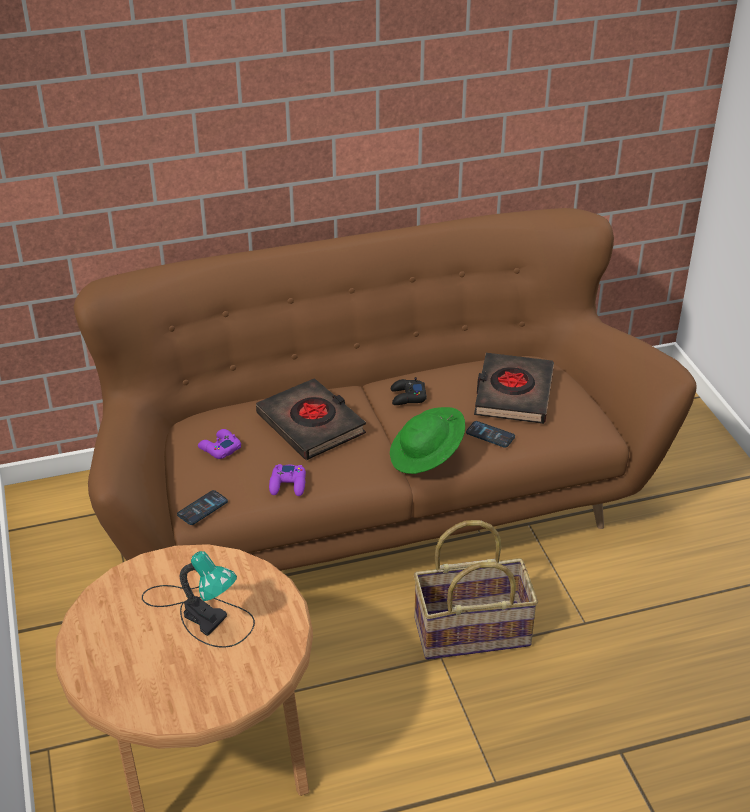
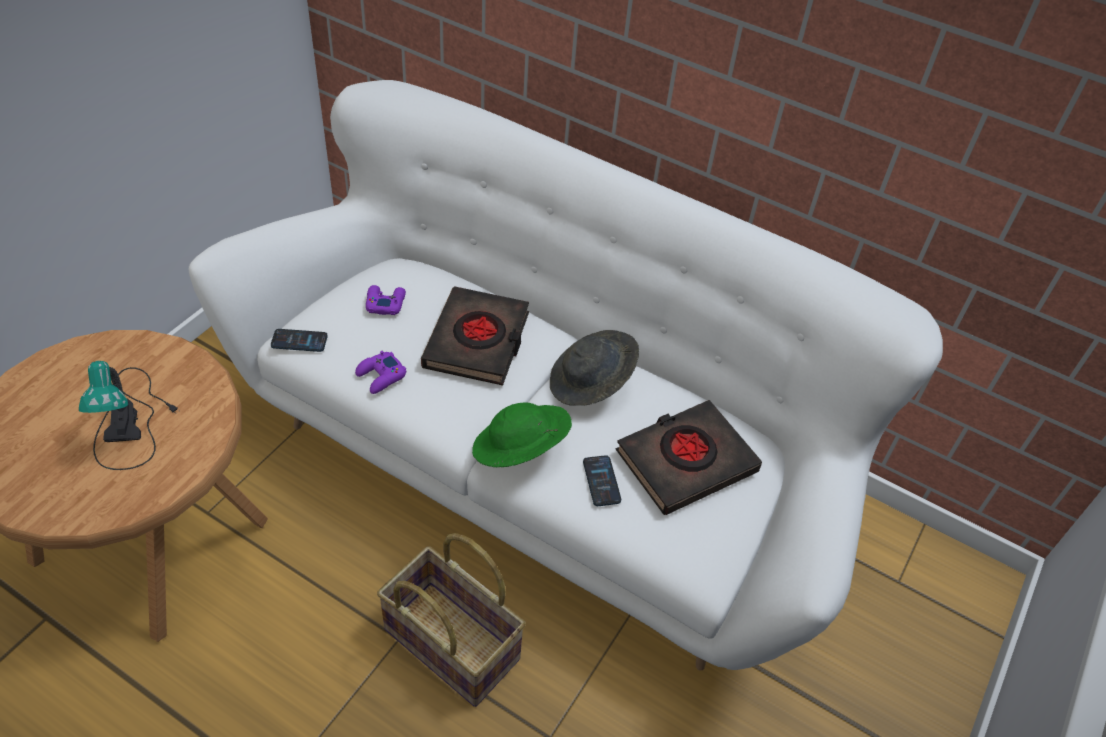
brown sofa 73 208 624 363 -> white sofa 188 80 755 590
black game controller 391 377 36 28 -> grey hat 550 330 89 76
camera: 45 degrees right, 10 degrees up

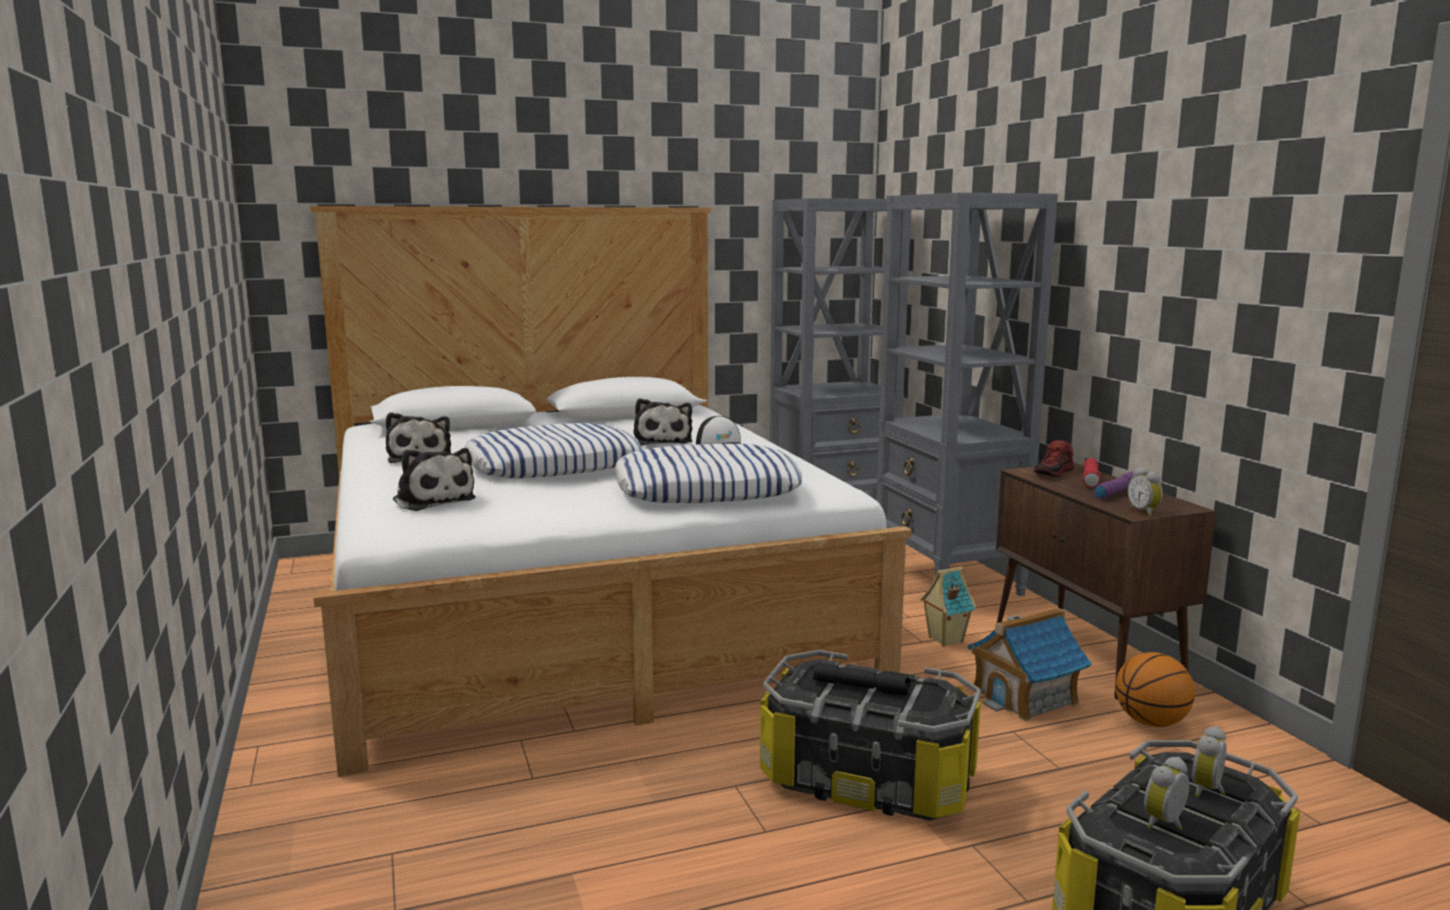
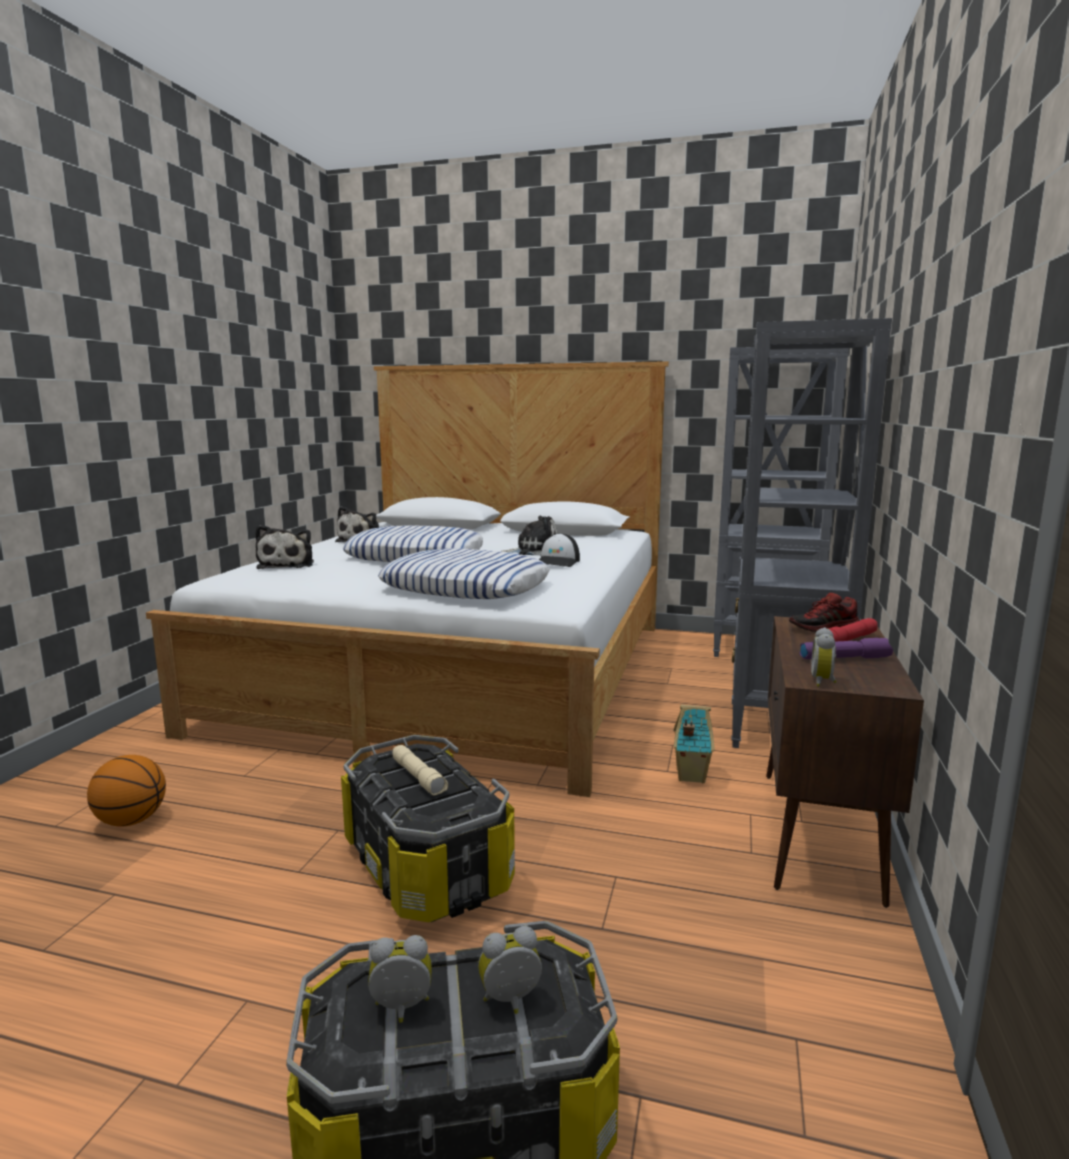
plush toy 634 398 58 48 -> plush toy 501 516 56 40, 120 degrees counterclockwise
black flashlight 813 663 98 33 -> beige flashlight 393 745 55 50
toy house 967 608 125 113 -> none
basketball 1116 652 79 75 -> basketball 87 755 79 71, shifted
camera: 35 degrees right, 0 degrees up

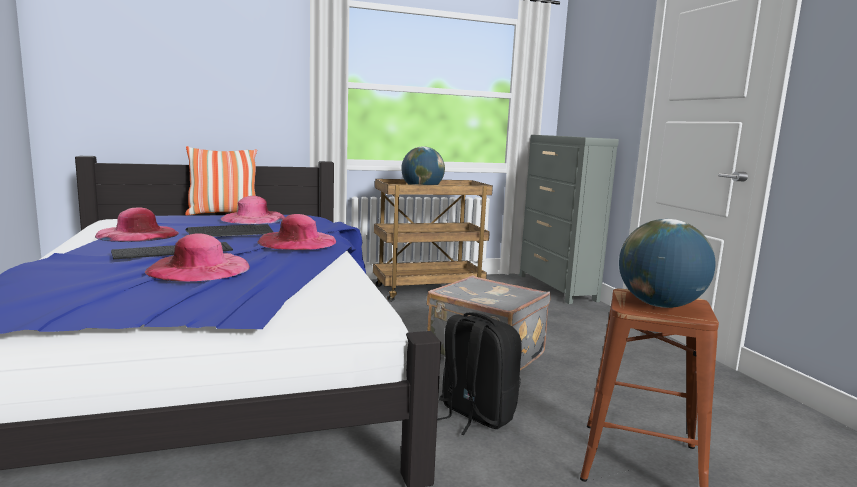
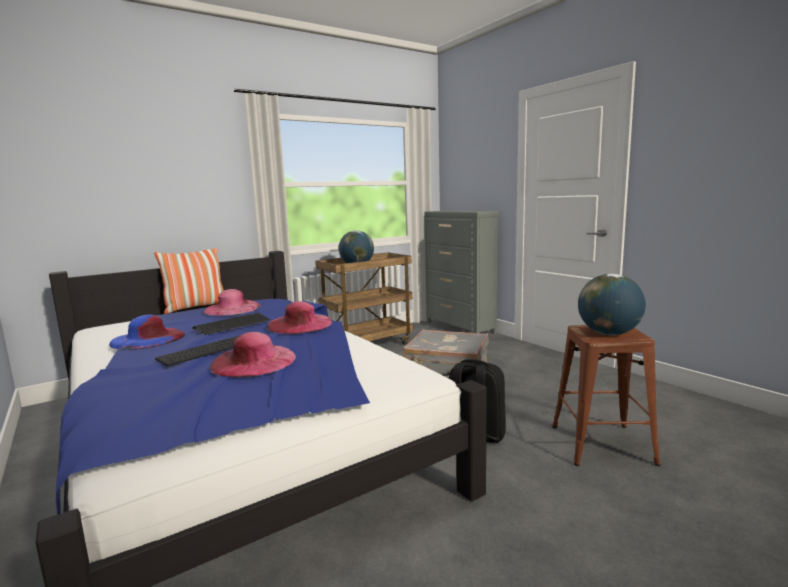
pink hat 95 207 84 35 -> blue hat 109 315 76 35
camera: 15 degrees left, 0 degrees up

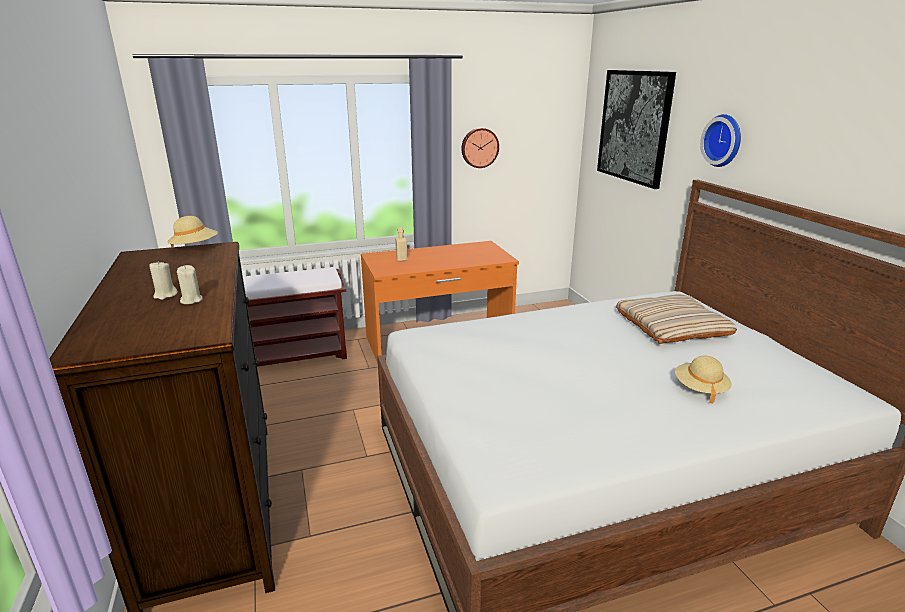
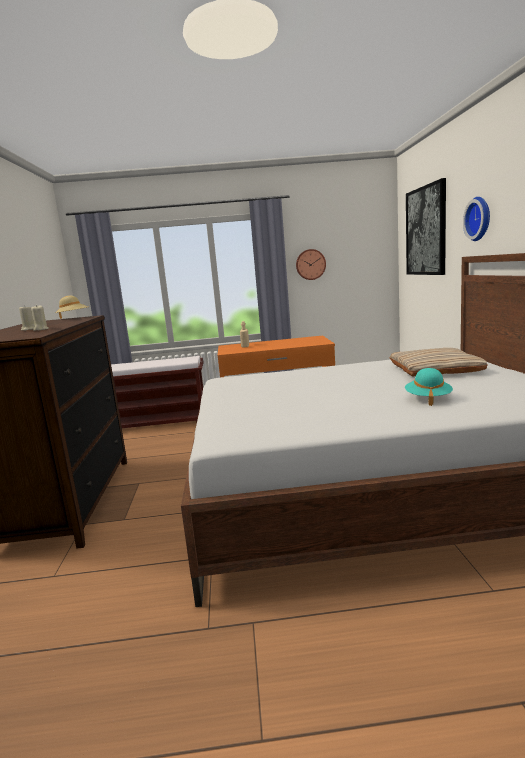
beige hat 675 356 57 48 -> turquoise hat 405 368 48 38
camera: 15 degrees right, 10 degrees down

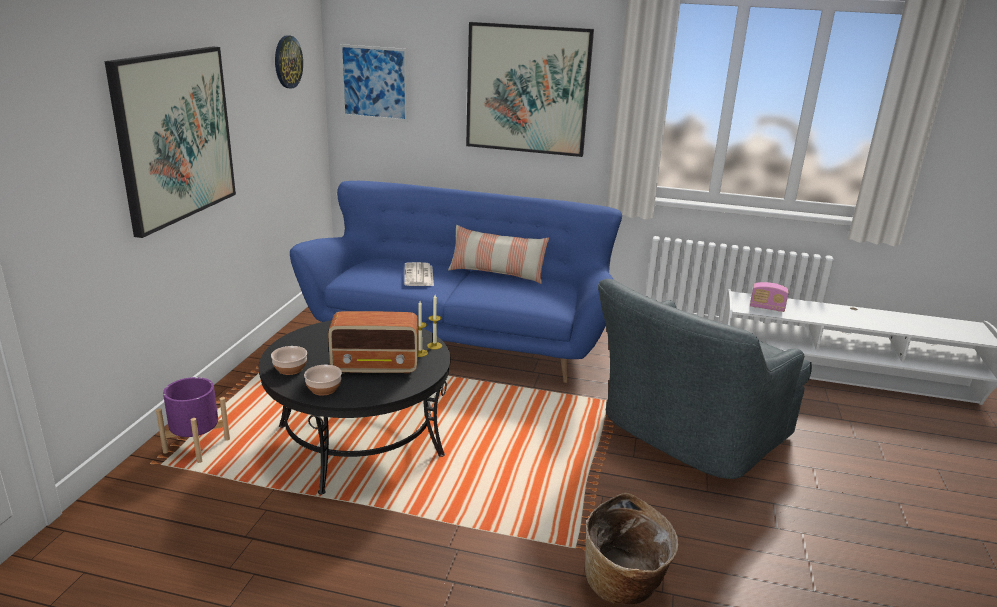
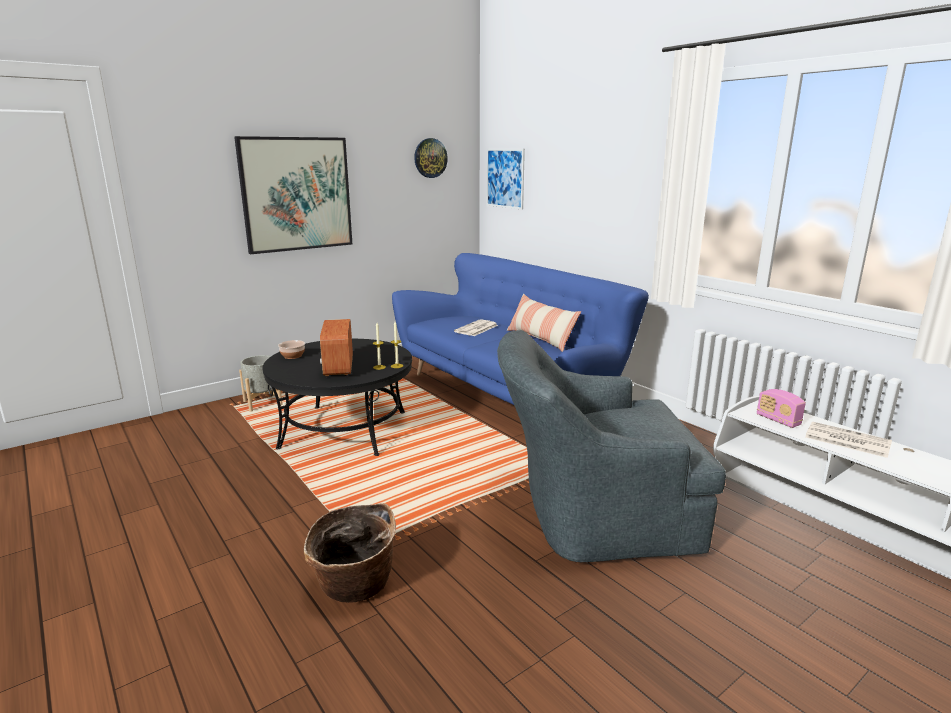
purple planter 156 377 74 86 -> grey planter 239 355 44 57
bowl 304 365 38 31 -> none
radio 328 311 91 63 -> radio 320 319 33 58, 45 degrees clockwise
picture 466 22 128 135 -> none
none -> newspaper 805 422 87 36
camera: 40 degrees right, 5 degrees down

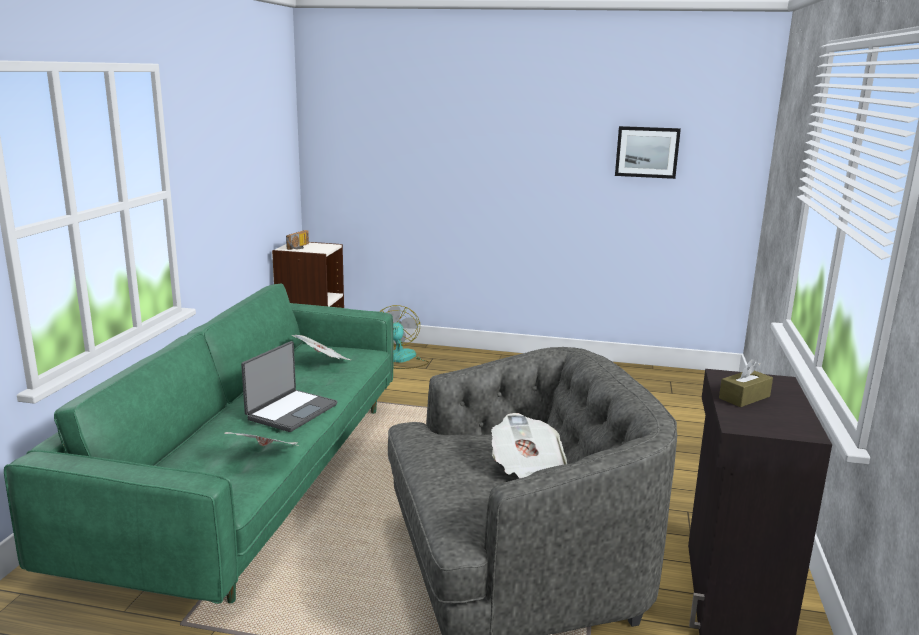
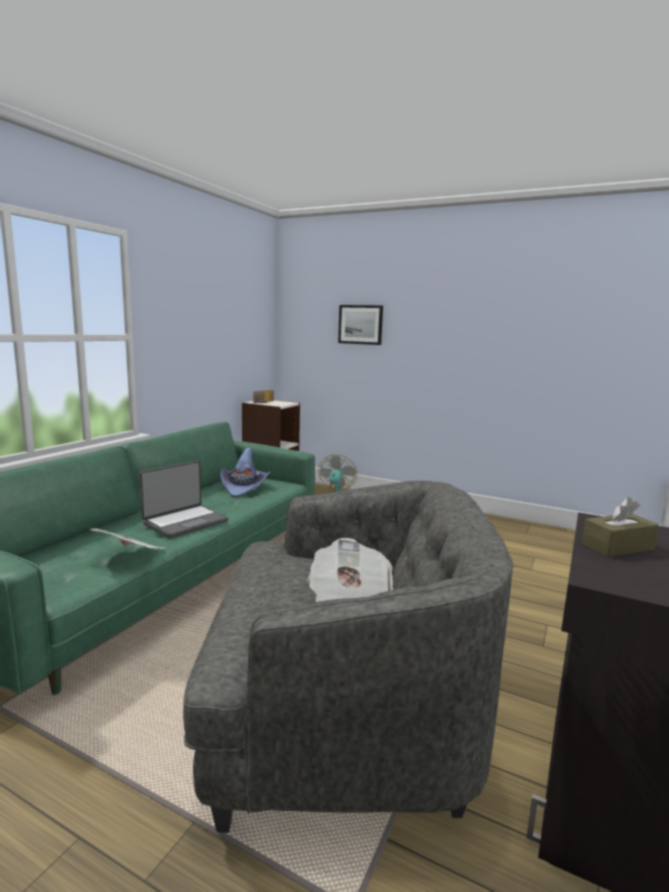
newspaper 292 335 58 25 -> purple hat 220 448 51 50
picture 615 126 66 53 -> picture 338 305 45 40, shifted
camera: 15 degrees right, 5 degrees down

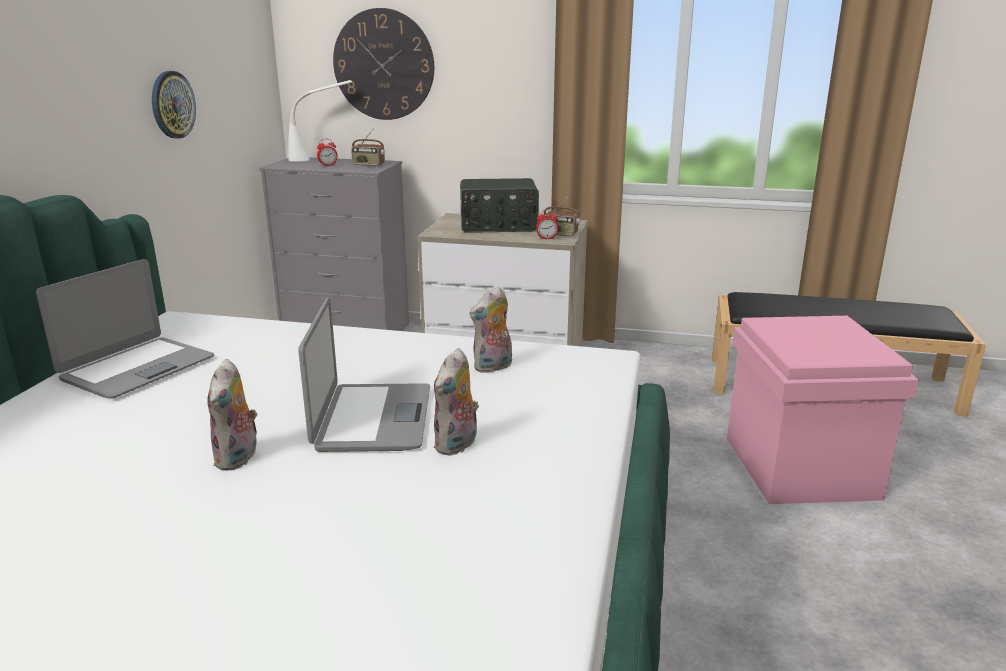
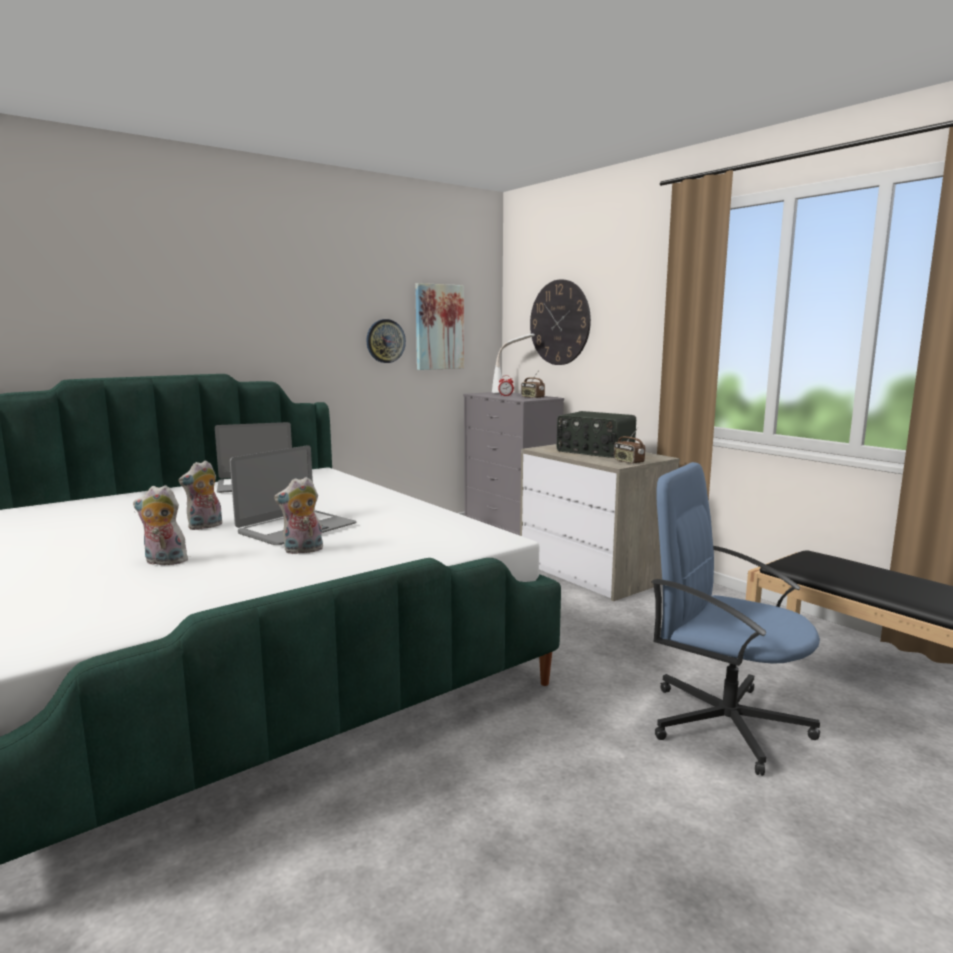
plush toy 469 286 43 87 -> plush toy 133 485 60 80, shifted
alarm clock 536 210 22 29 -> none
pink storage box 727 316 192 188 -> blue office chair 652 462 168 314
none -> picture 415 283 49 87
camera: 40 degrees right, 10 degrees down

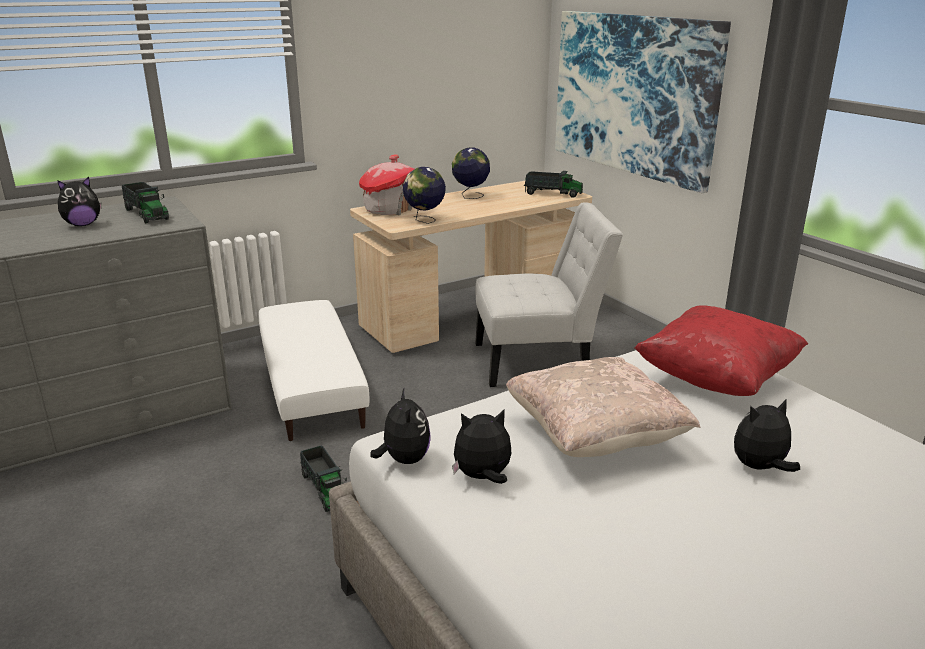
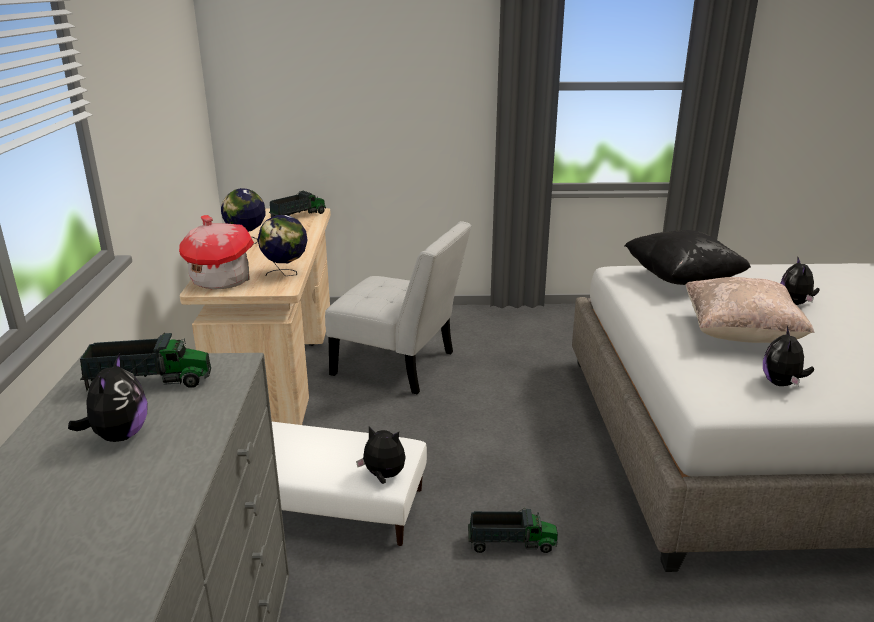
plush toy 370 389 61 75 -> plush toy 356 426 50 58, shifted
white chair 475 202 148 185 -> white chair 325 221 146 173, 90 degrees clockwise
picture 555 11 176 182 -> none
red pillow 635 305 173 91 -> black pillow 625 230 126 55
camera: 60 degrees left, 0 degrees up

